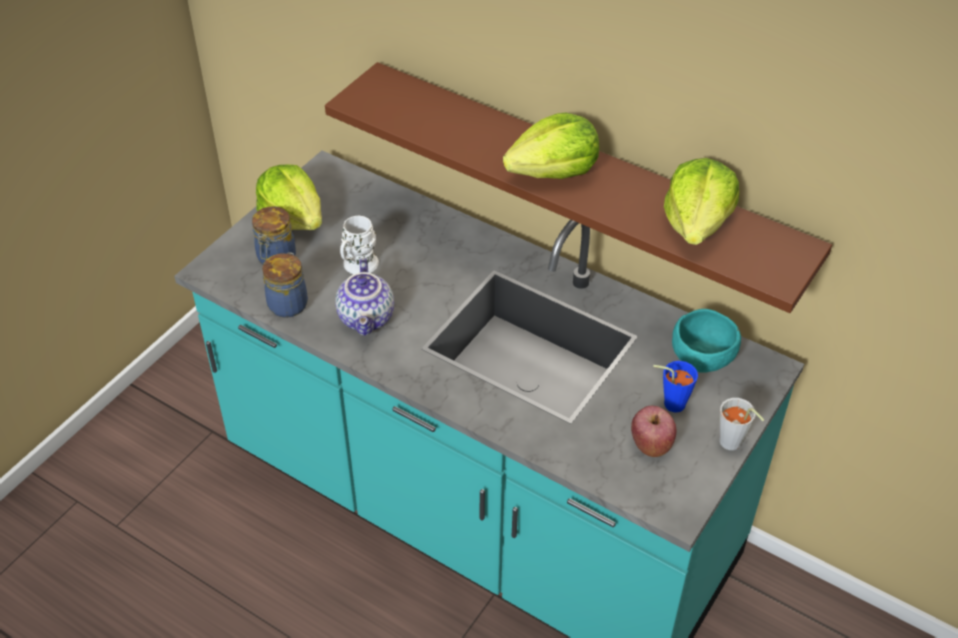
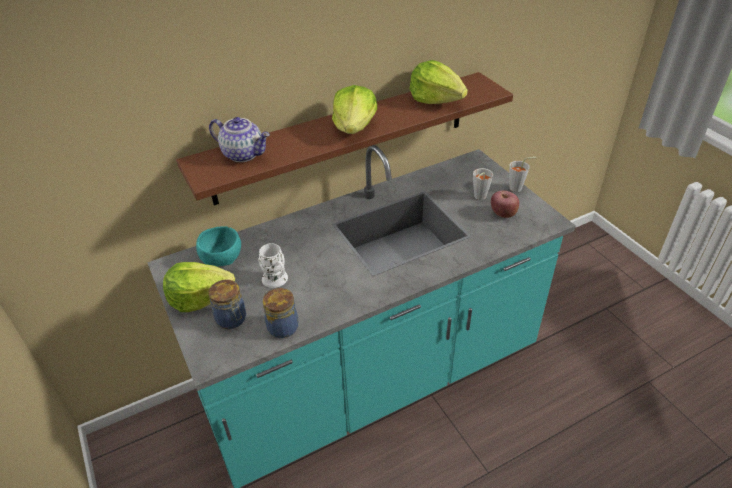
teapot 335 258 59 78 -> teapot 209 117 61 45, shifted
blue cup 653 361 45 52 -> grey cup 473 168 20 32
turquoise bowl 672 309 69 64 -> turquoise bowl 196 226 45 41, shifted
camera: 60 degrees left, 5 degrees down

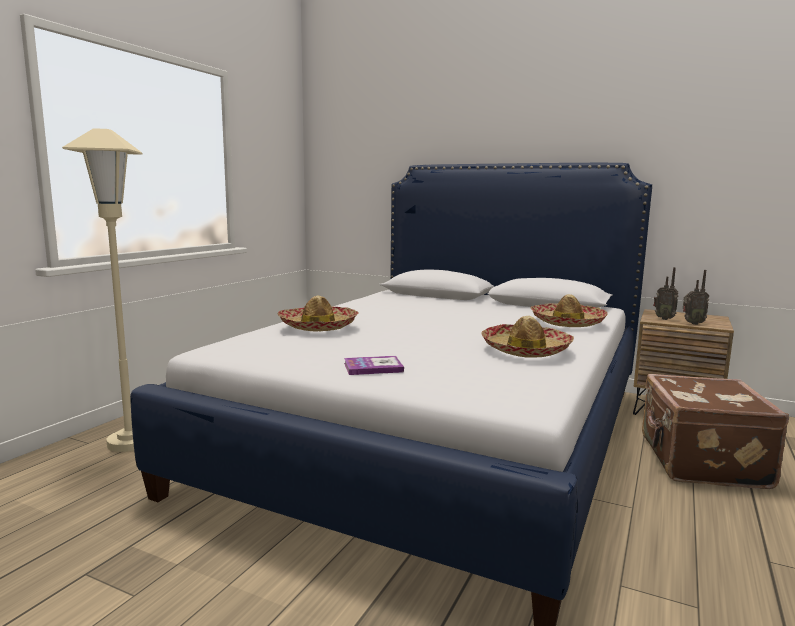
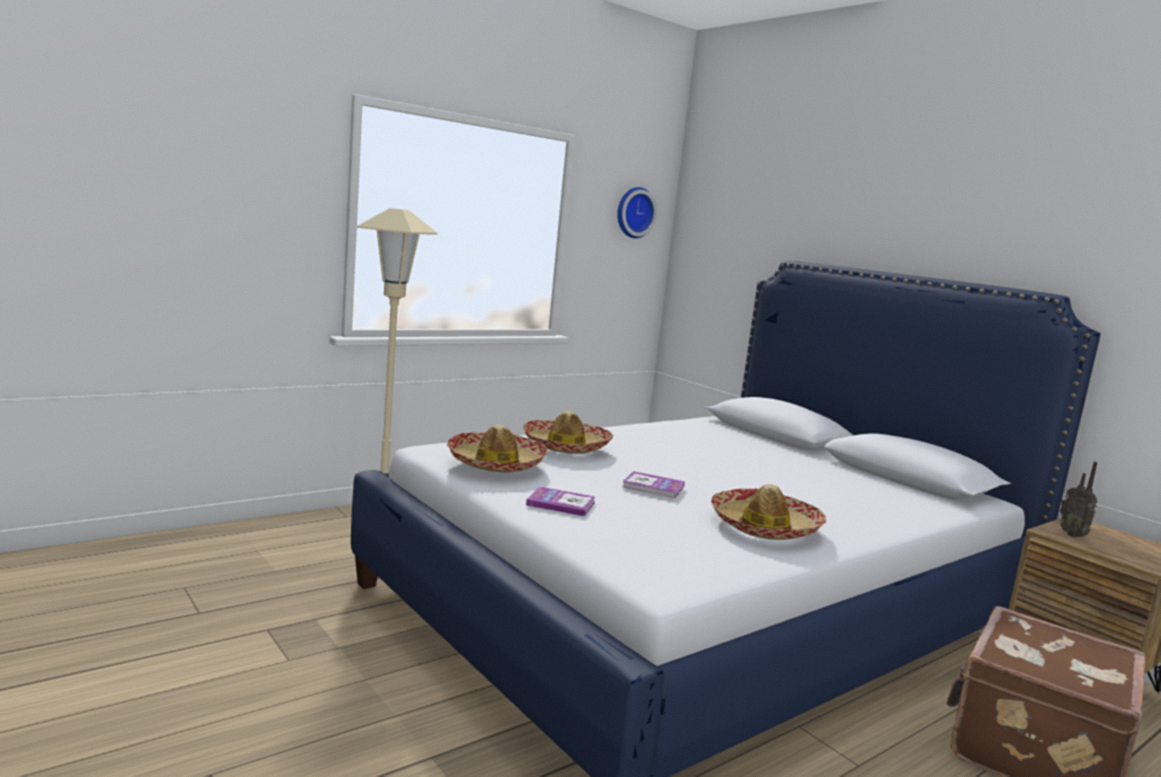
hat 530 294 78 33 -> hat 447 425 101 48, shifted
radio 683 270 26 55 -> none
none -> wall clock 617 187 40 51
none -> book 622 471 63 27
camera: 25 degrees right, 0 degrees up

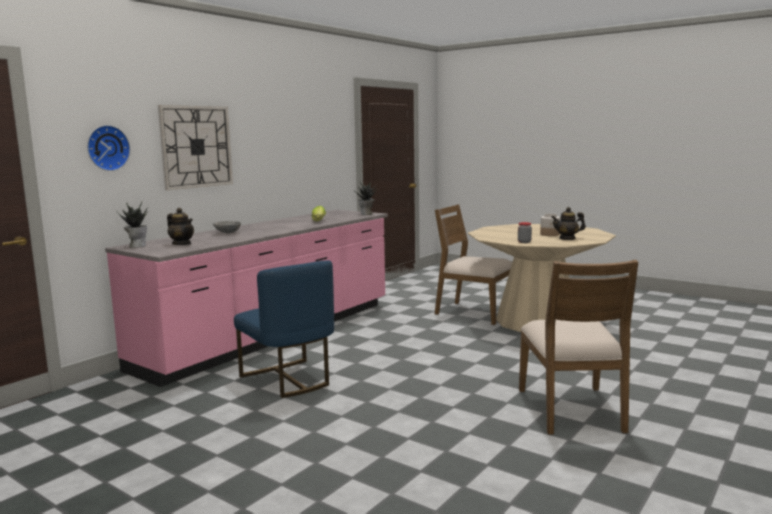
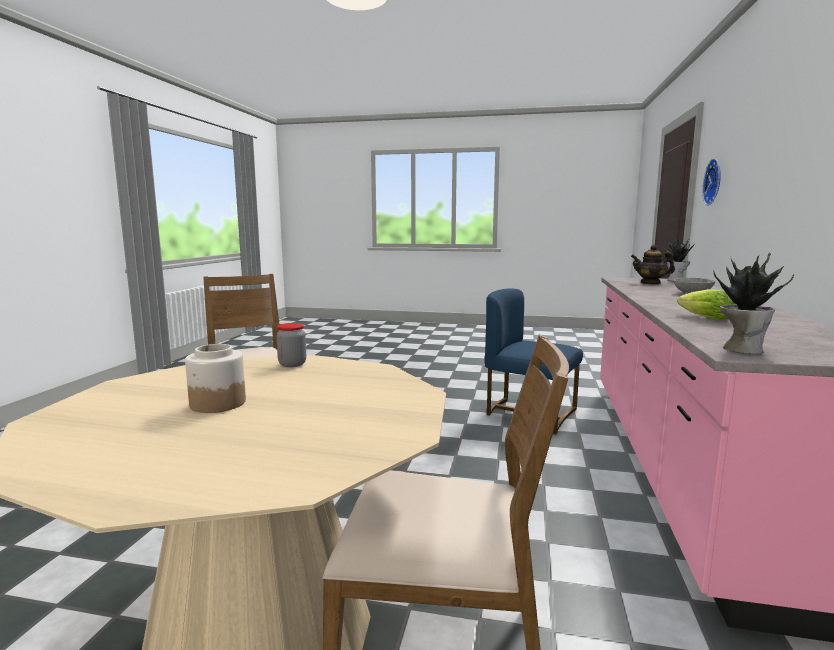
wall clock 158 105 75 85 -> none
teapot 551 207 35 33 -> none
camera: 155 degrees right, 0 degrees up

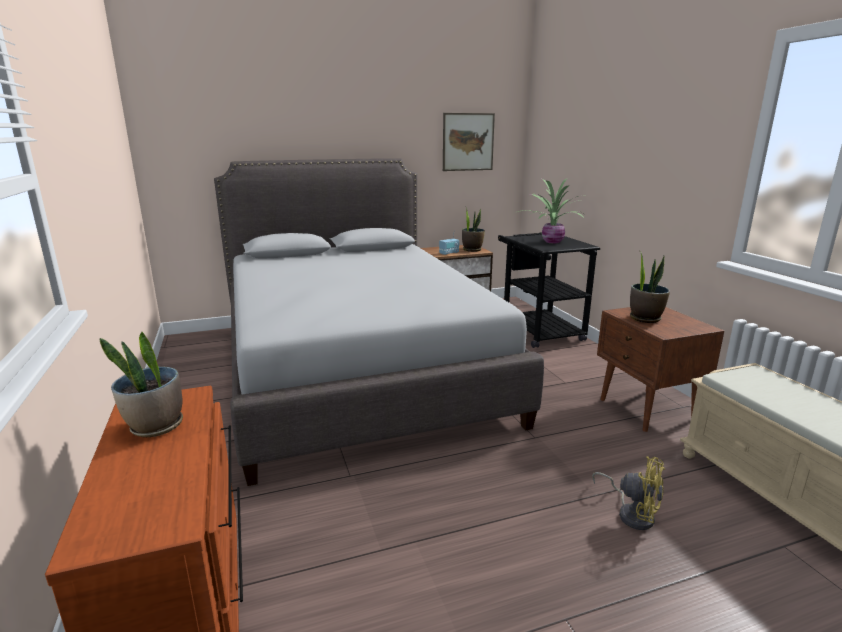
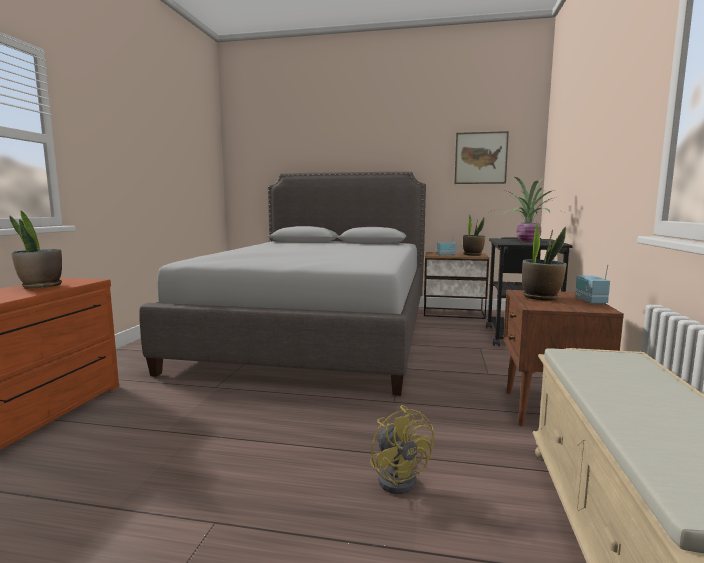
none -> radio 575 264 35 41
camera: 30 degrees right, 10 degrees down

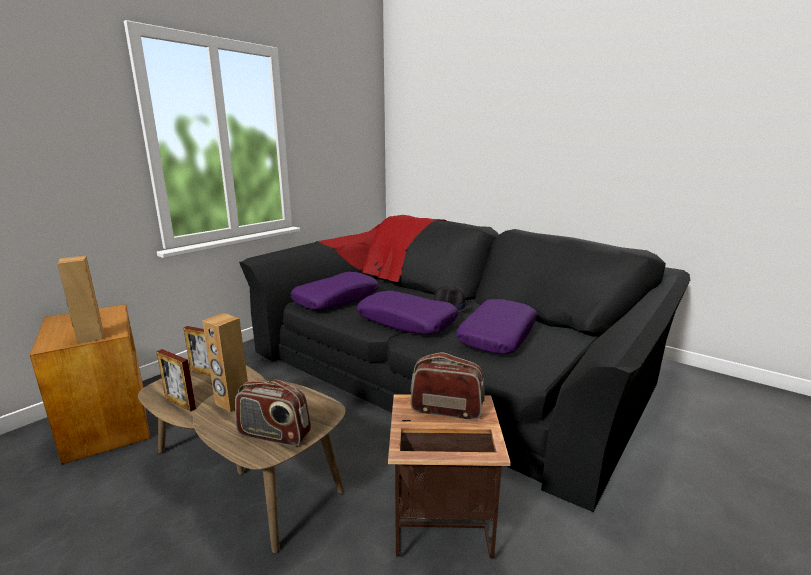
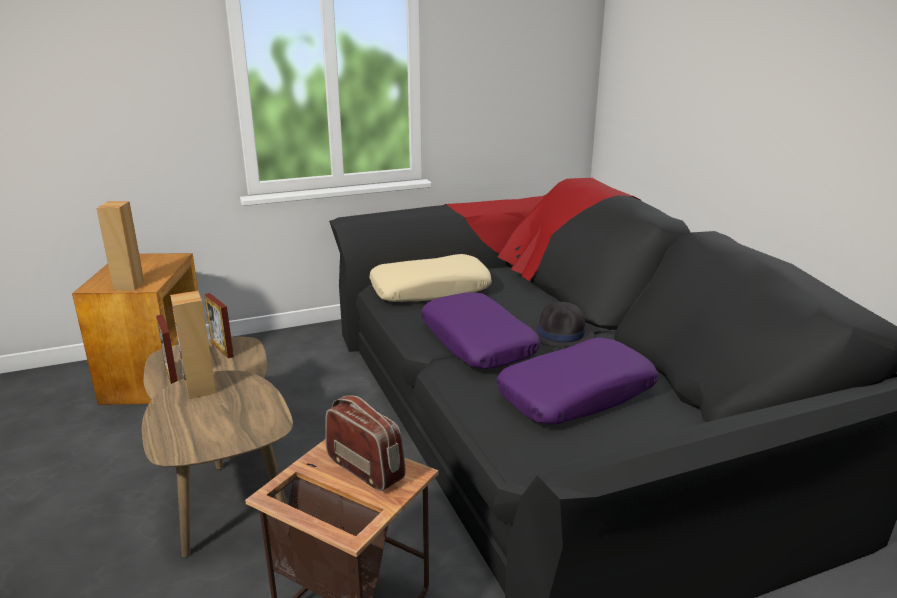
radio 235 380 76 66 -> none
purple pillow 290 272 89 38 -> beige pillow 369 254 123 48
camera: 30 degrees right, 5 degrees up

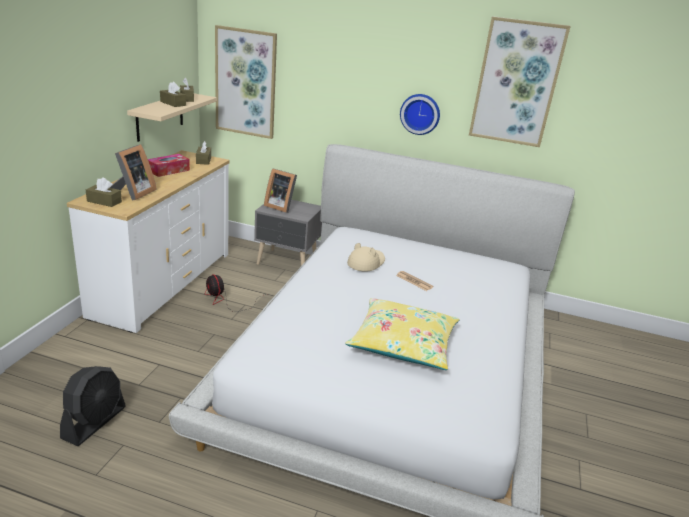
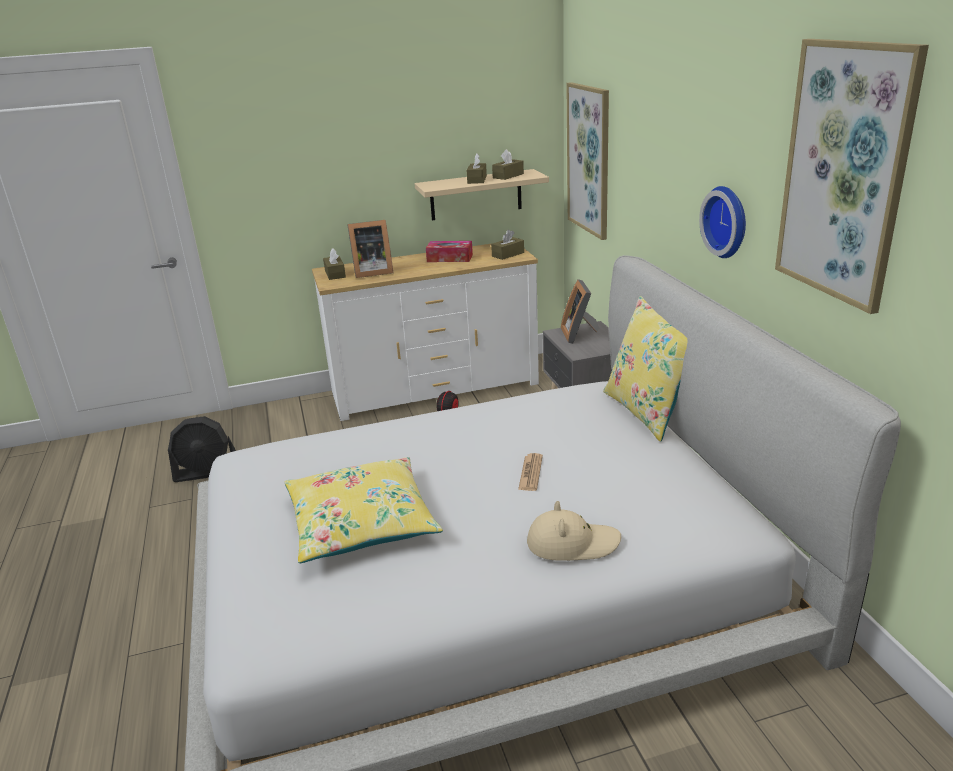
beige hat 347 243 38 29 -> beige hat 527 501 94 60, shifted
none -> yellow pillow 603 296 85 146
camera: 60 degrees right, 0 degrees up

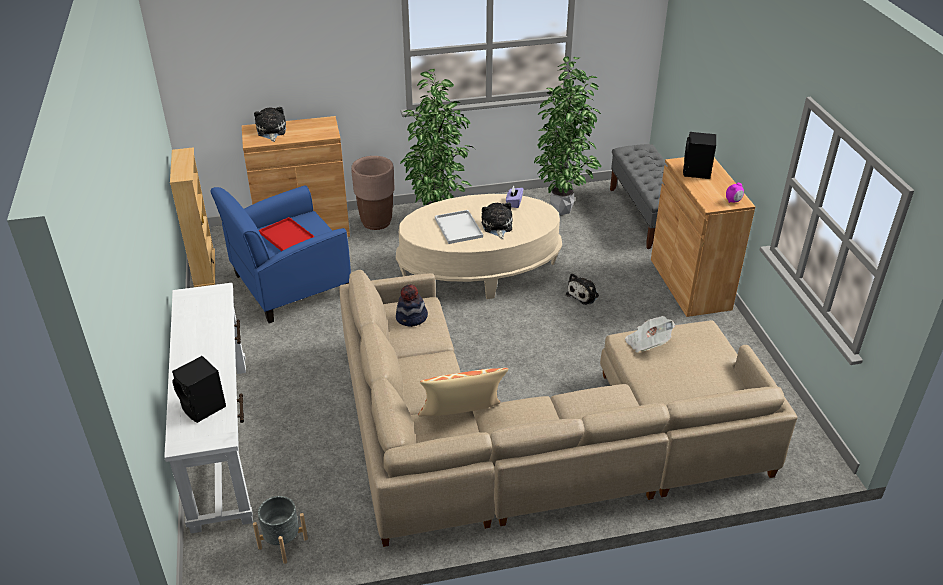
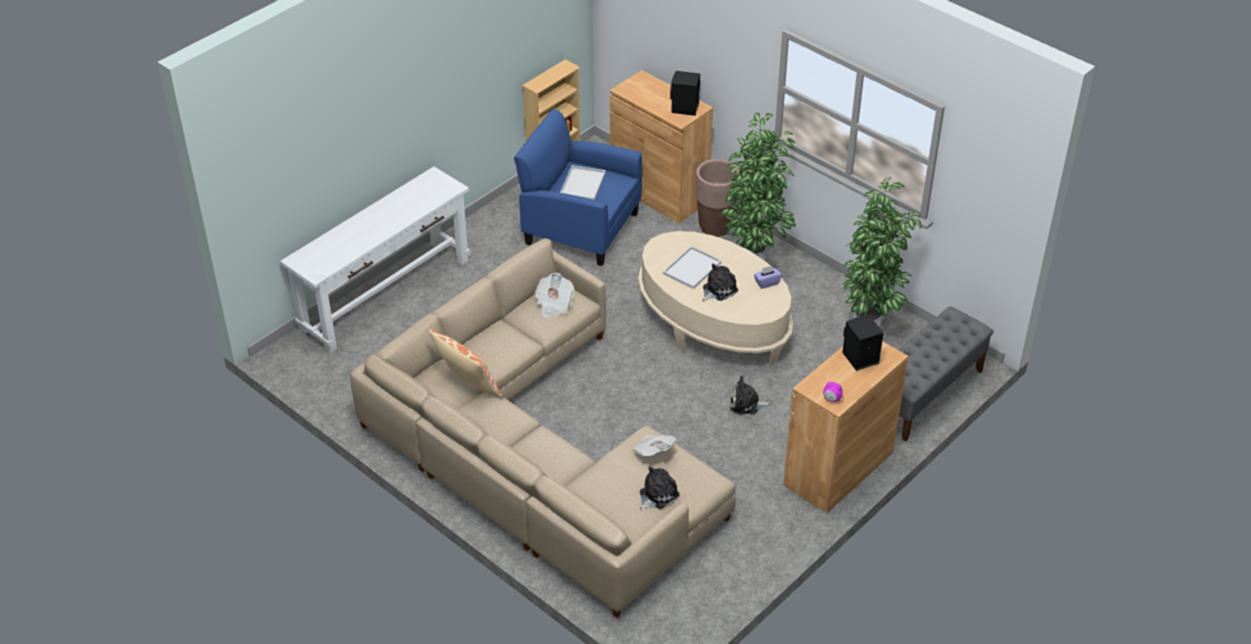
black speaker 172 356 54 67 -> black speaker 670 71 30 45, shifted
grey planter 253 496 55 68 -> none
plush toy 254 107 32 35 -> plush toy 640 466 40 45, shifted
red tray 259 217 56 34 -> white tray 560 165 46 35
hat 396 284 32 43 -> newspaper 535 273 39 45
camera: 55 degrees right, 5 degrees up

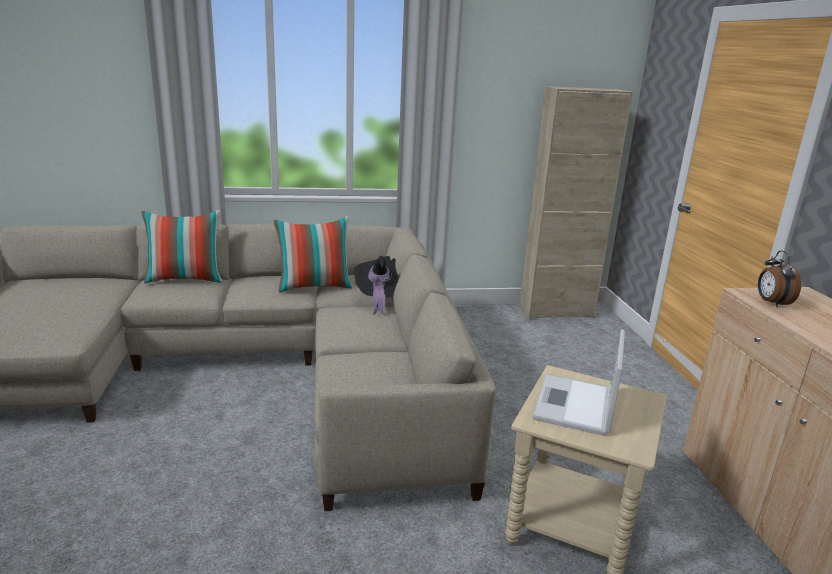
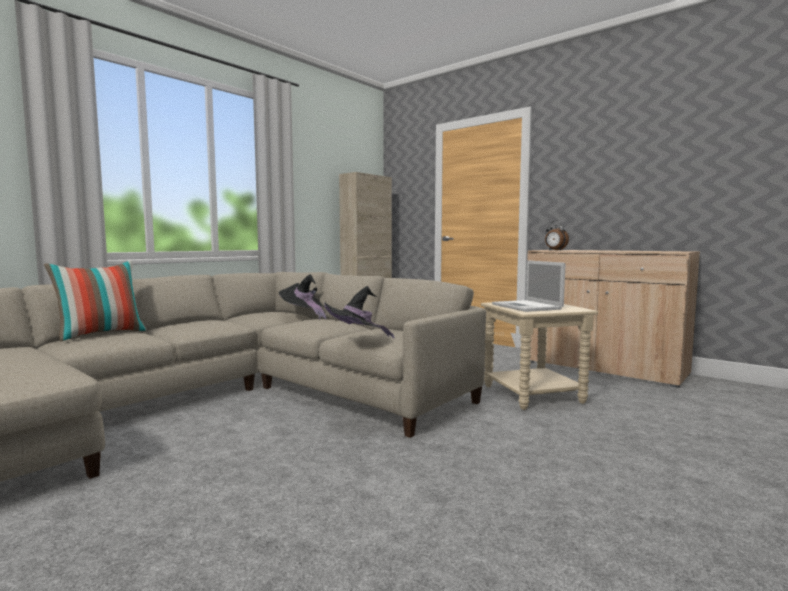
pillow 273 216 80 77 -> none
none -> black hat 324 286 71 52
camera: 40 degrees left, 15 degrees down

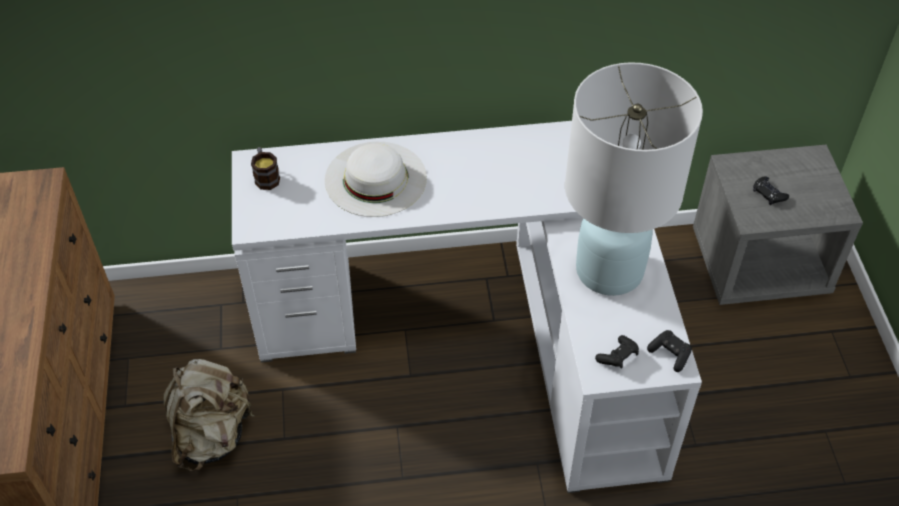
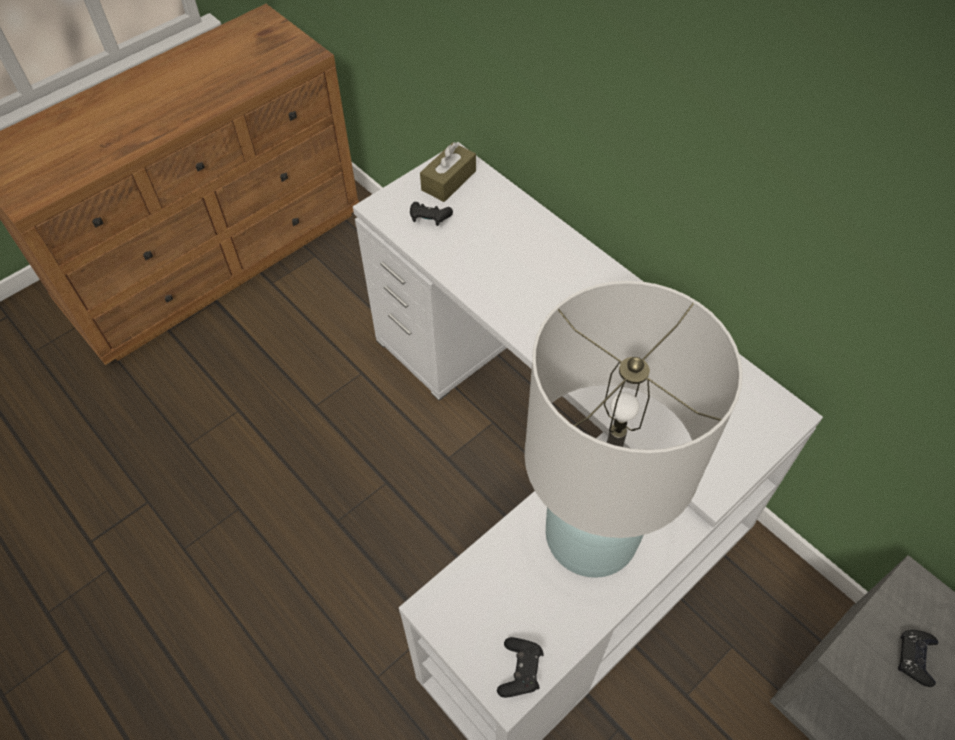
beige backpack 163 359 91 112 -> none
mug 251 147 29 43 -> brown tissue box 420 142 56 60
white hat 325 142 102 75 -> none
black game controller 595 335 44 34 -> black game controller 410 202 43 24, shifted
camera: 55 degrees right, 5 degrees up

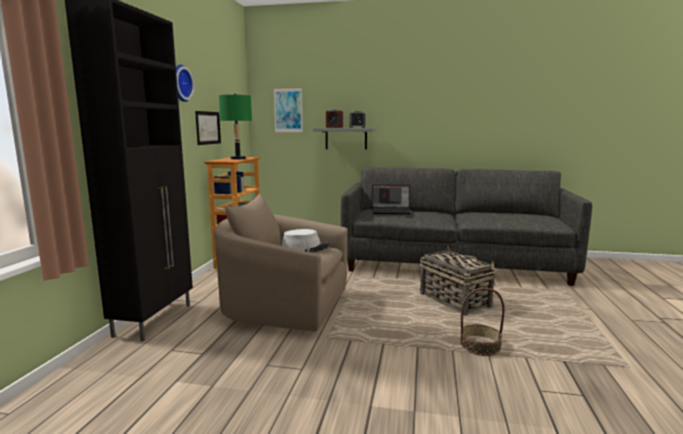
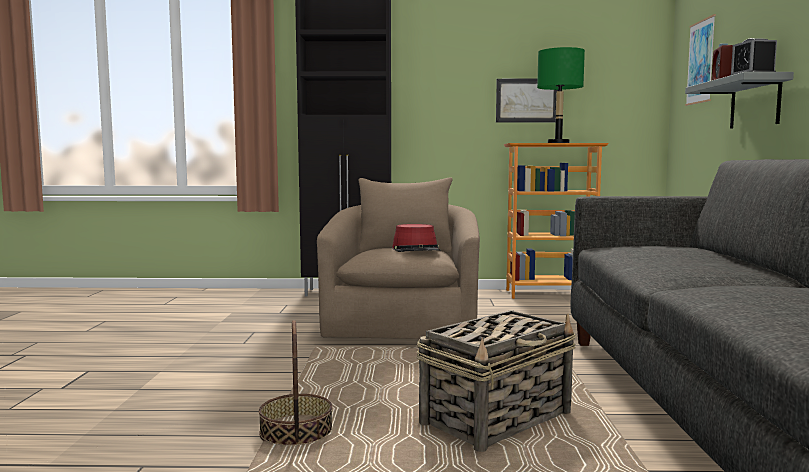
wall clock 176 65 18 37 -> none
grey hat 282 229 48 23 -> red hat 392 224 49 28
laptop 372 185 39 29 -> none
camera: 80 degrees right, 5 degrees down

